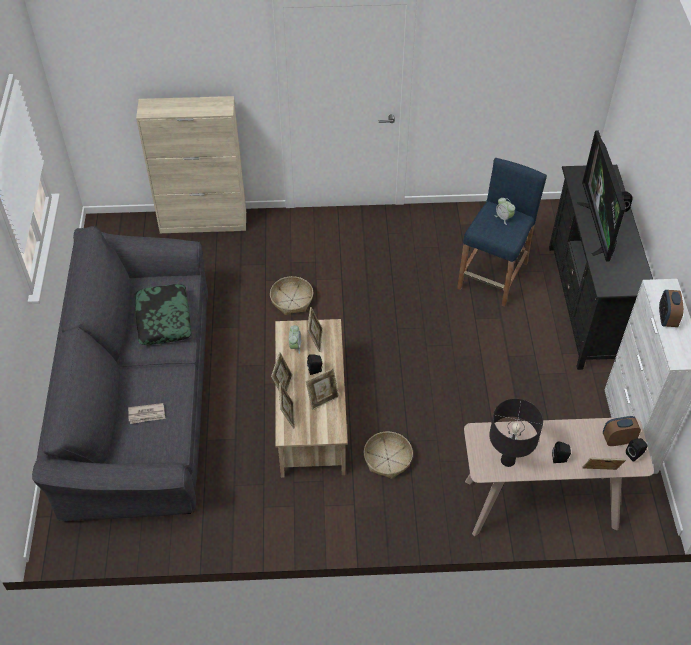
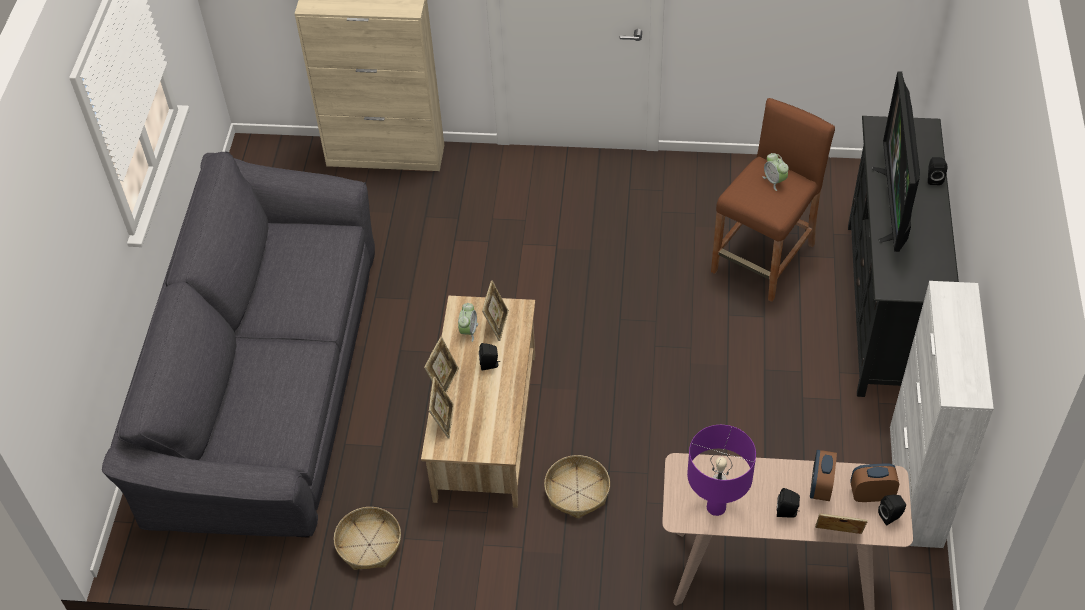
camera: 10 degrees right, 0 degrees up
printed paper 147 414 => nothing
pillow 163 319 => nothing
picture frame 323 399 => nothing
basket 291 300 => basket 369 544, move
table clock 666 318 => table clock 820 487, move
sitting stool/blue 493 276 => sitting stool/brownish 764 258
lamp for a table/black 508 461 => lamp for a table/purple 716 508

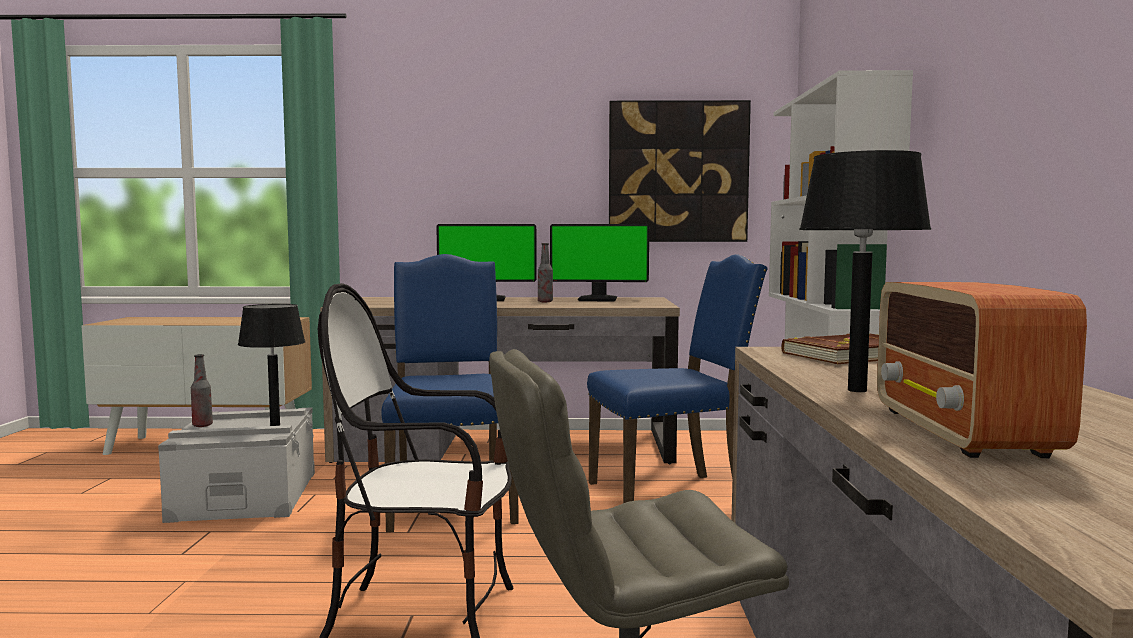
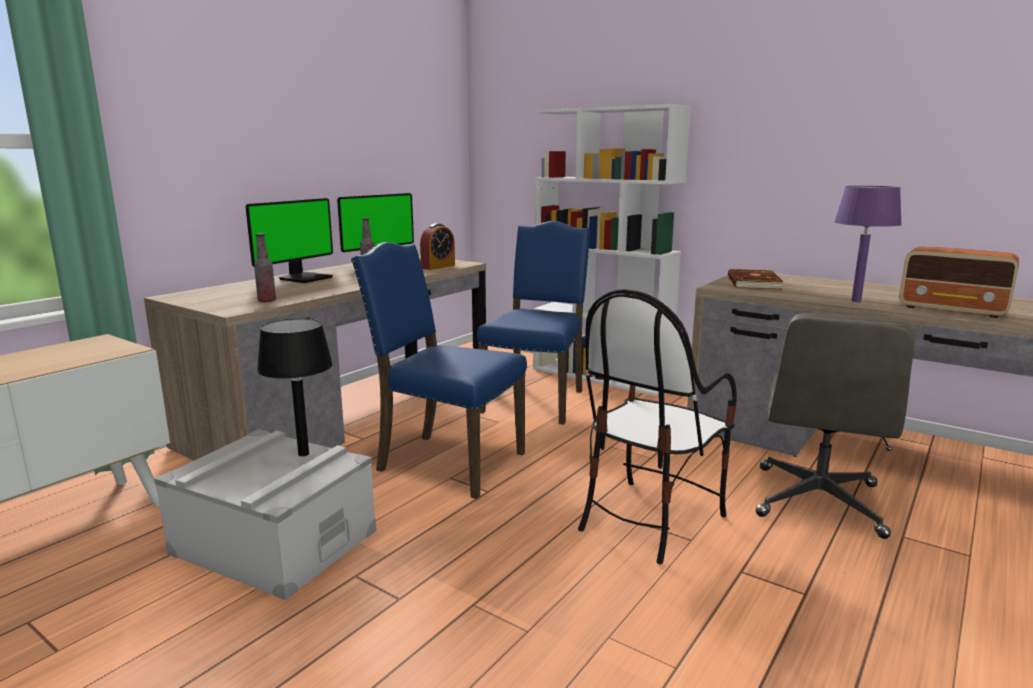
camera: 55 degrees left, 10 degrees up
picture 678 172 => nothing
nothing => table clock 438 266
drink bottle 202 425 => drink bottle 267 301, move
lamp for a table/black 857 390 => lamp for a table/purple 856 301

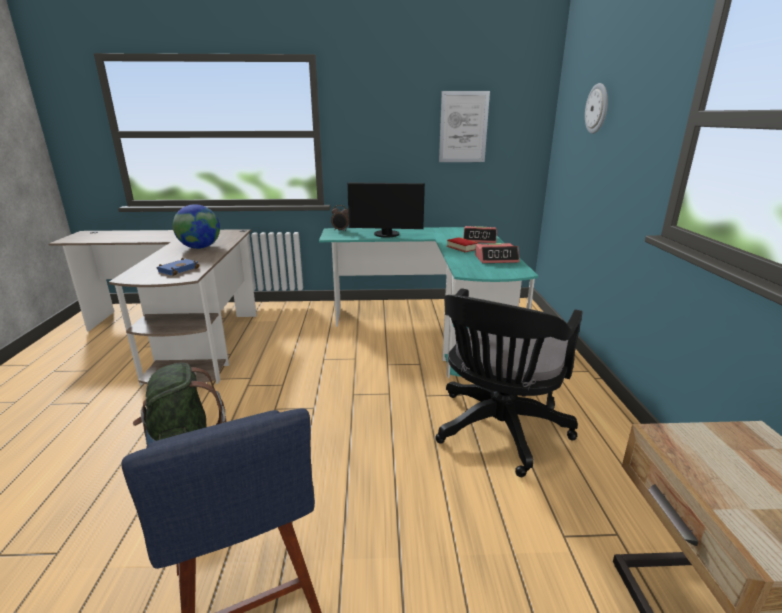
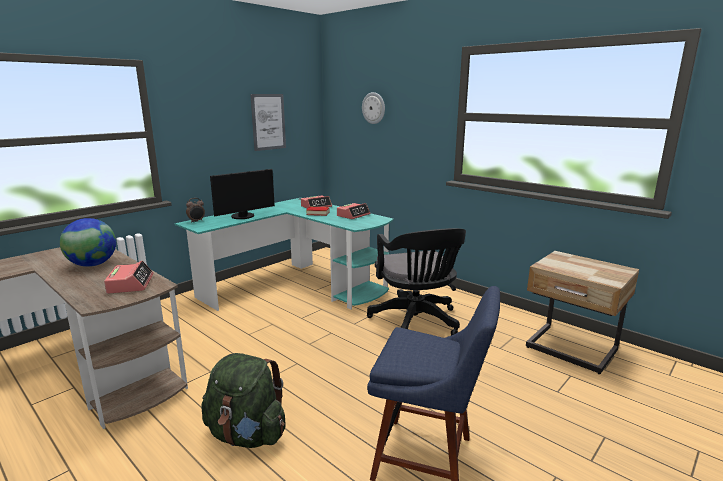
camera: 45 degrees left, 5 degrees down
book/blue 178 269 => table clock 131 284

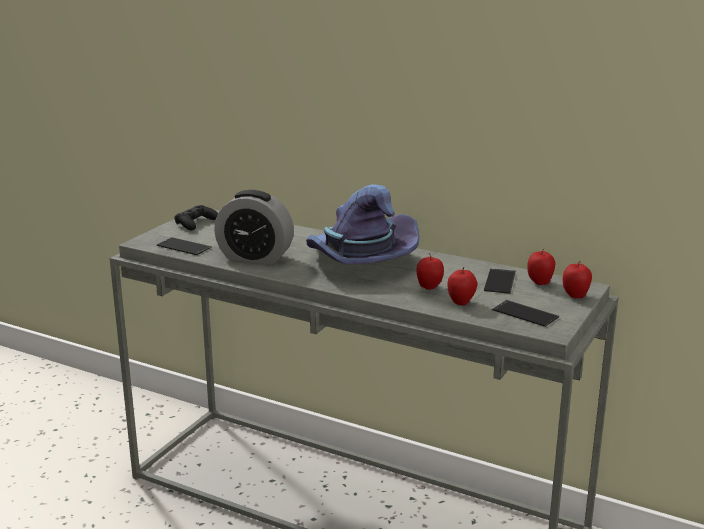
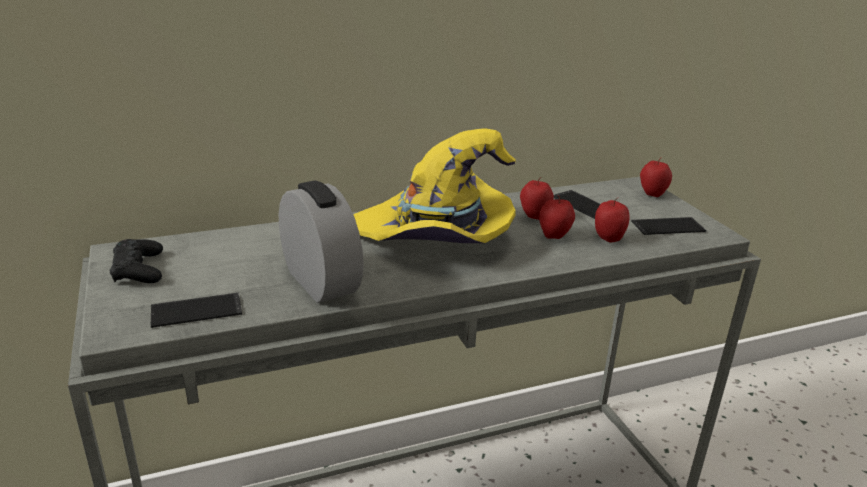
camera: 50 degrees left, 5 degrees up
apple 539 282 => apple 534 217, move
wearable hat/purple 358 261 => wearable hat/yellow-coloured 433 236
table clock 255 257 => table clock 321 282, 90 degrees counterclockwise

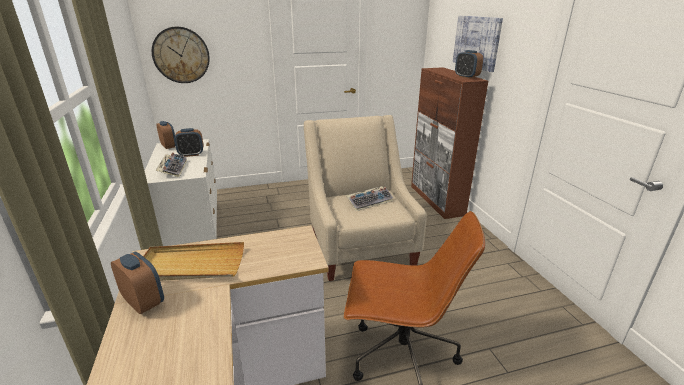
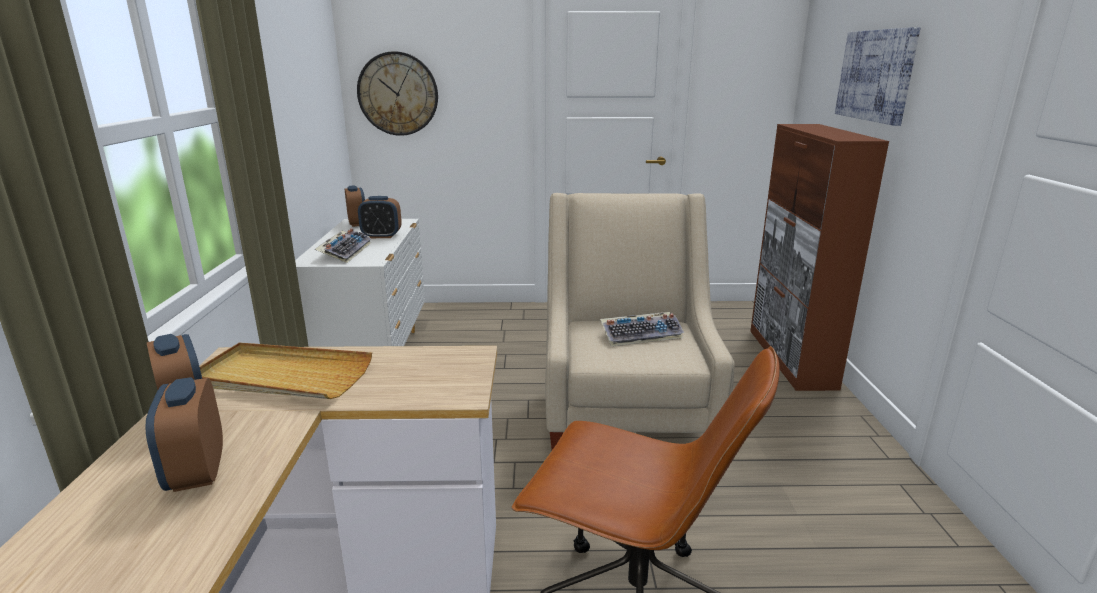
camera: 15 degrees right, 5 degrees down
table clock 466 77 => table clock 197 472, move

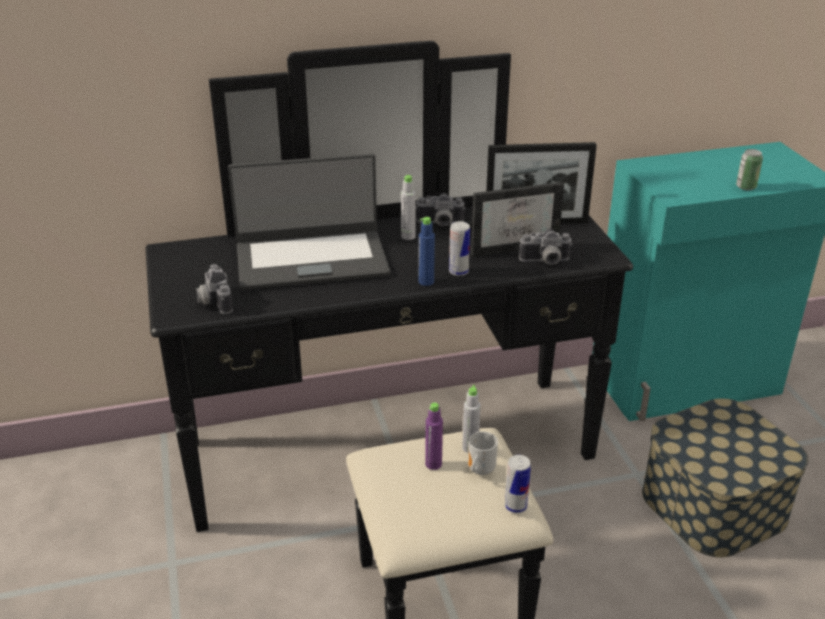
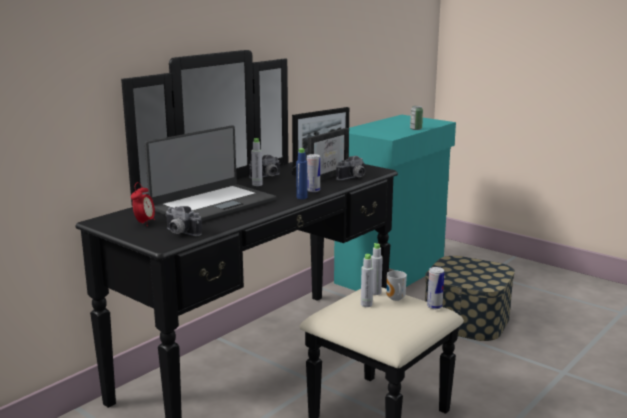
camera: 35 degrees left, 15 degrees down
nothing => table clock 144 223
drink bottle/purple 433 464 => drink bottle/greyish 366 304

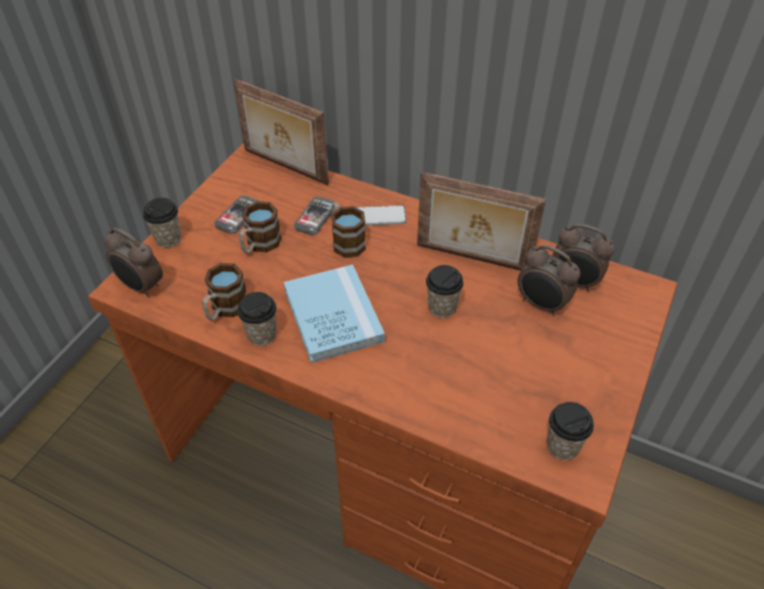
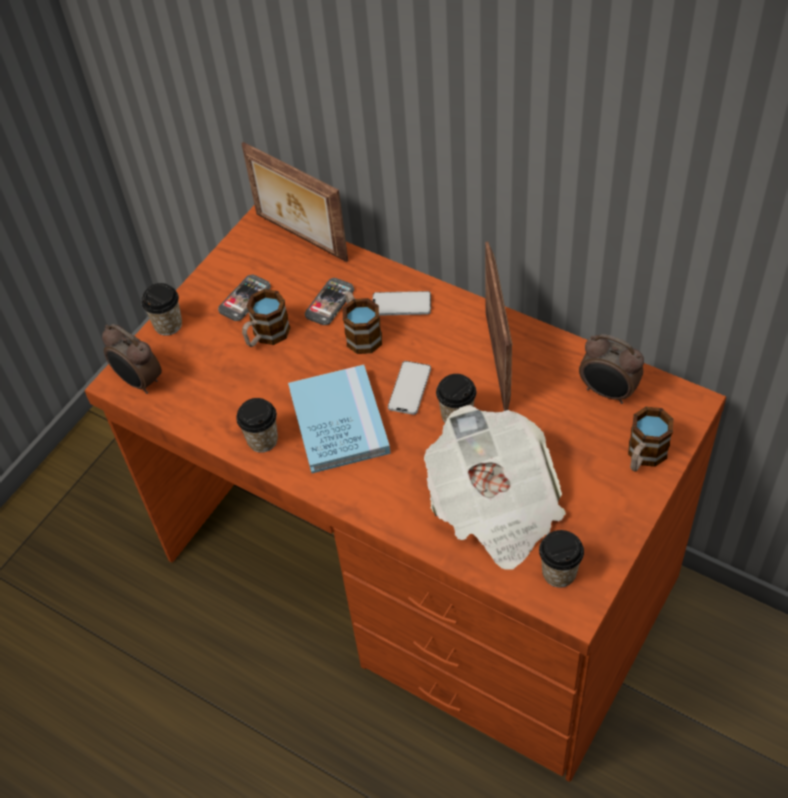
camera: 10 degrees right, 5 degrees up
table clock 541 305 => nothing
nothing => phone 409 388
nothing => printed paper 495 507
tea mug 225 309 => tea mug 643 456, move
picture frame 472 259 => picture frame 498 360, 120 degrees counterclockwise

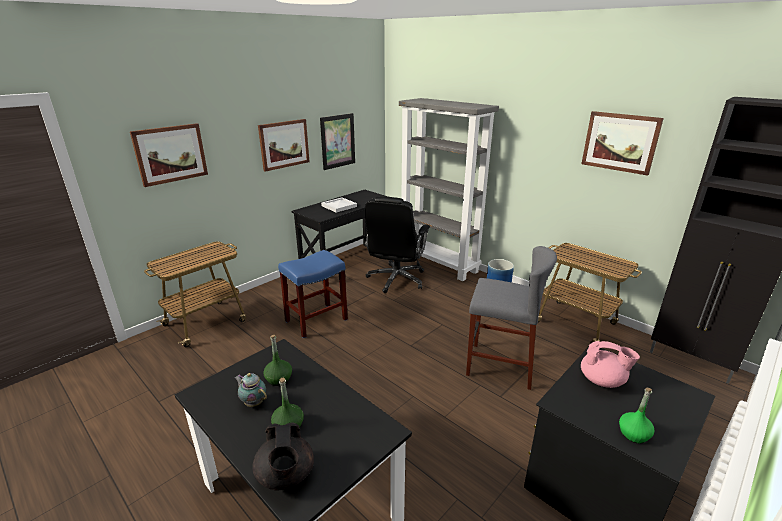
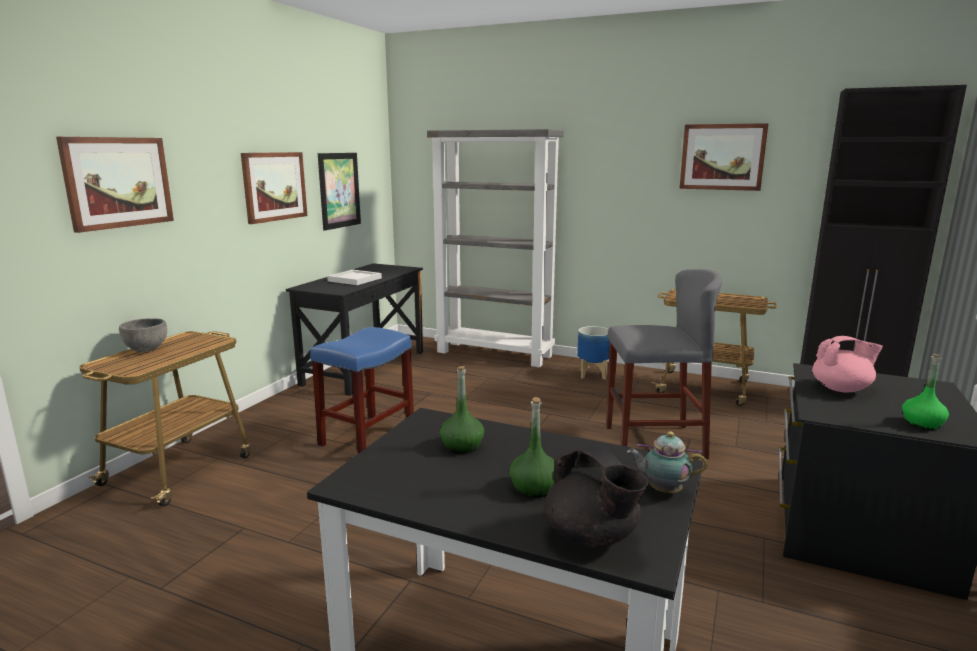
camera: 20 degrees left, 10 degrees down
computer chair/black 396 279 => nothing
nothing => bowl/greyish 146 349
pot for tea 253 402 => pot for tea 662 490, move

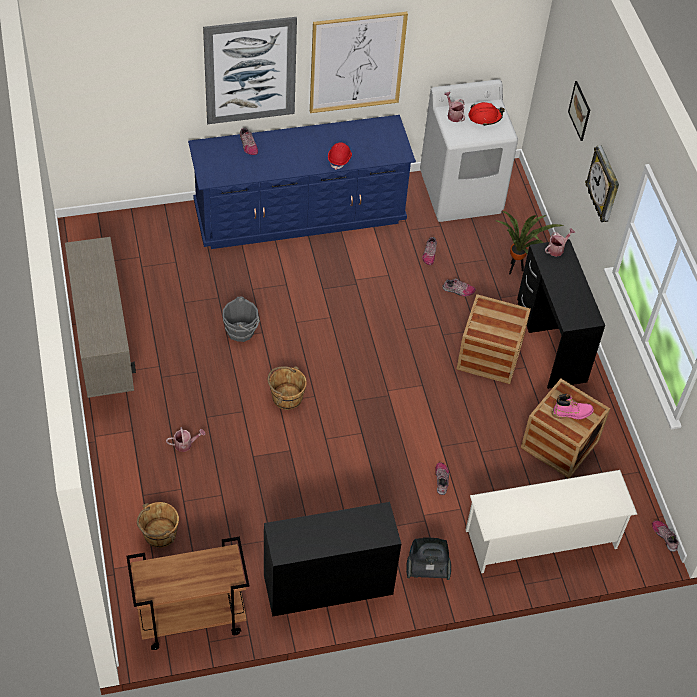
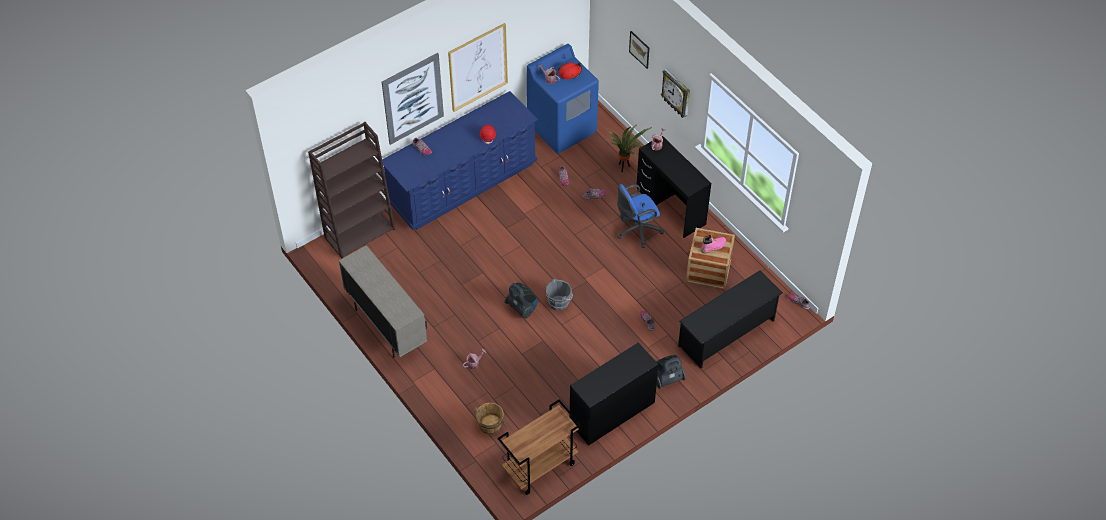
camera: 20 degrees left, 0 degrees up
nothing => bookshelf/brownish 360 232
water bucket/greyish 241 331 => water bucket/greyish 559 302, move
water bucket/brownish 286 397 => vacuum cleaner 522 308
packing crate 489 355 => computer chair/blue 636 231
laundry machine/white 461 193 => laundry machine/blue 562 128
shoe stand/white 542 539 => shoe stand/black 727 333

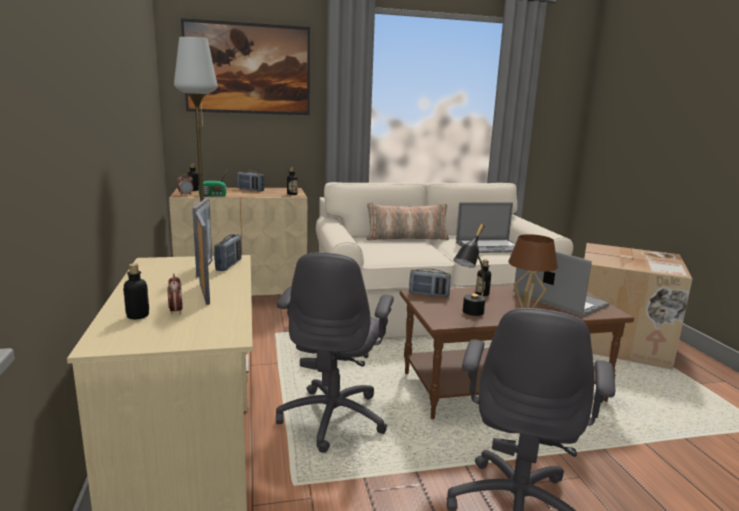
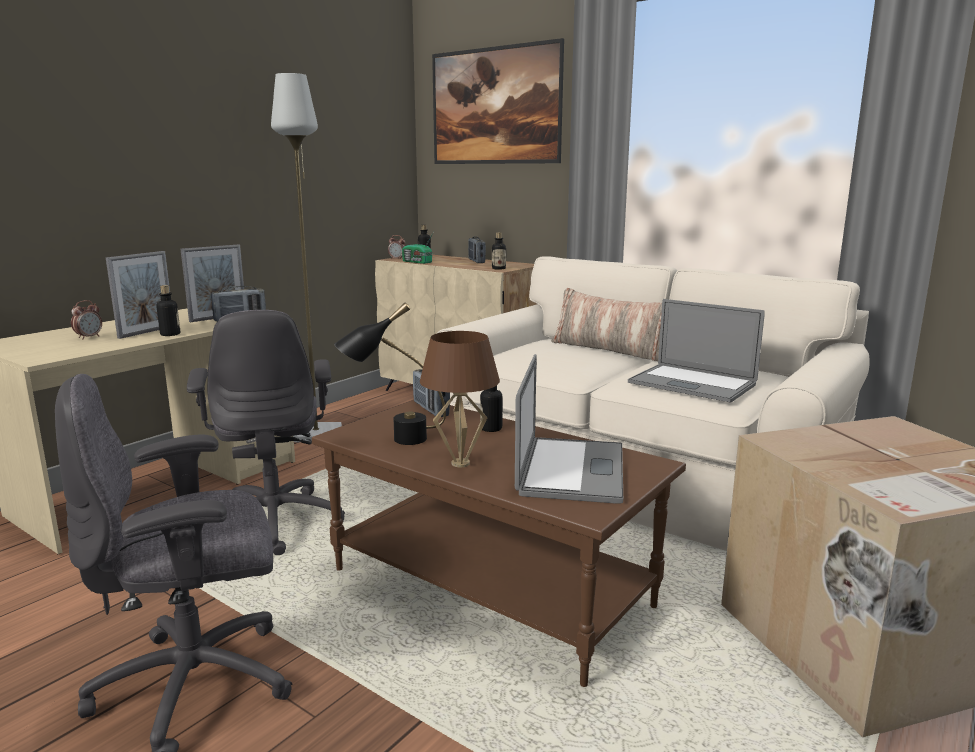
camera: 50 degrees right, 0 degrees up
drink bottle 138 316 => drink bottle 170 334, move
computer chair/greyish 334 417 => computer chair/greyish 275 521, 75 degrees counterclockwise

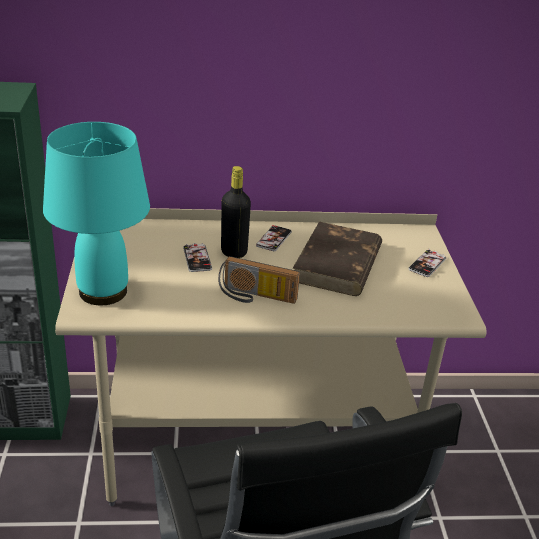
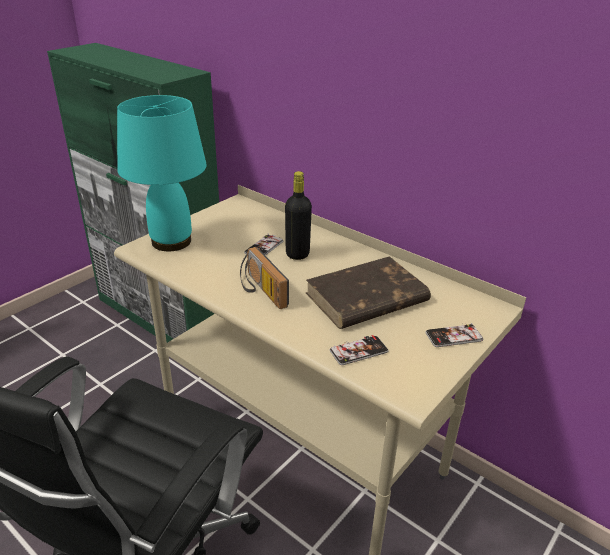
camera: 45 degrees right, 0 degrees up
phone 274 239 => phone 358 351, move

